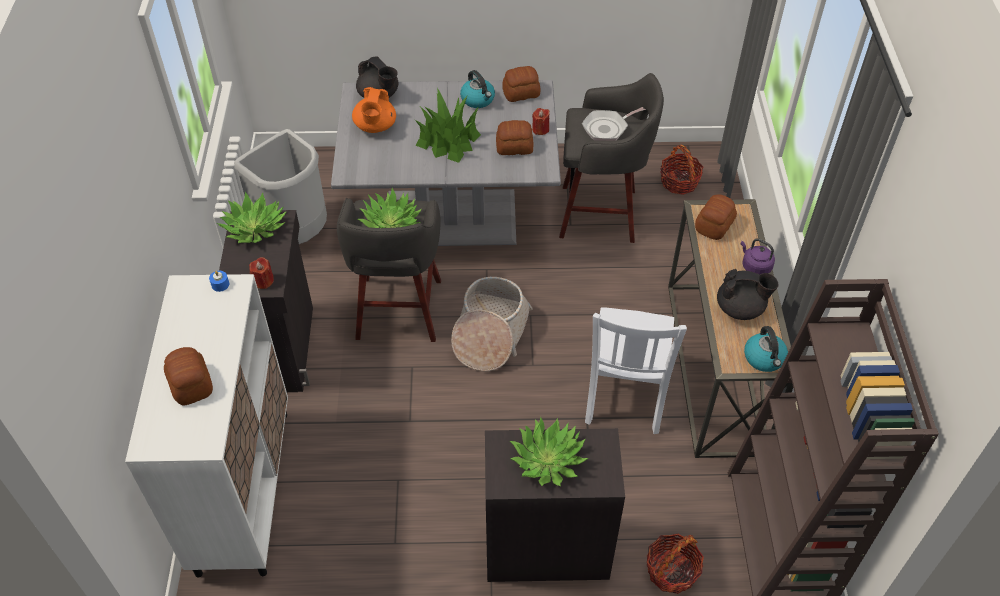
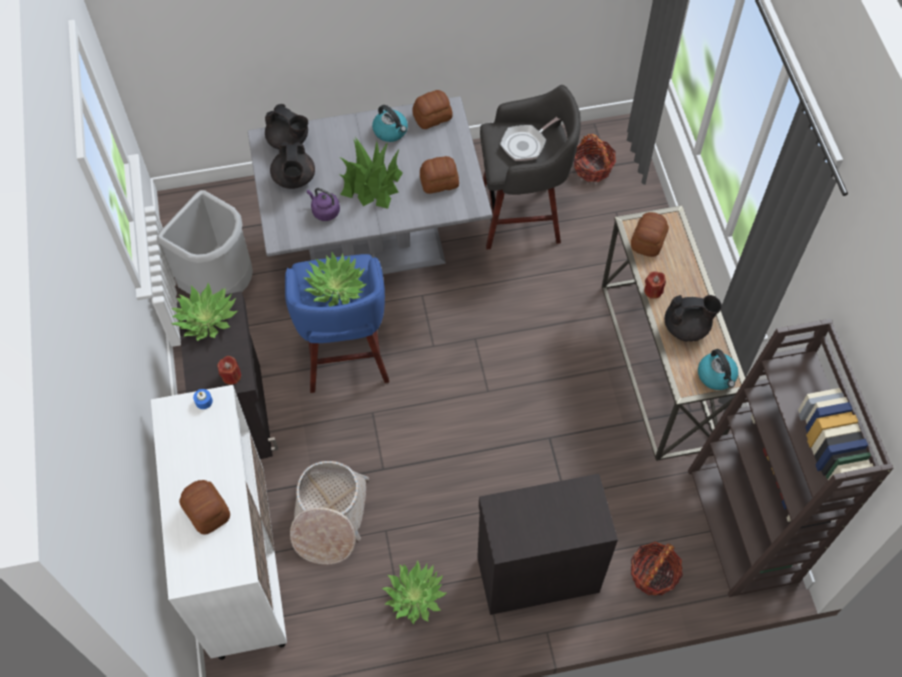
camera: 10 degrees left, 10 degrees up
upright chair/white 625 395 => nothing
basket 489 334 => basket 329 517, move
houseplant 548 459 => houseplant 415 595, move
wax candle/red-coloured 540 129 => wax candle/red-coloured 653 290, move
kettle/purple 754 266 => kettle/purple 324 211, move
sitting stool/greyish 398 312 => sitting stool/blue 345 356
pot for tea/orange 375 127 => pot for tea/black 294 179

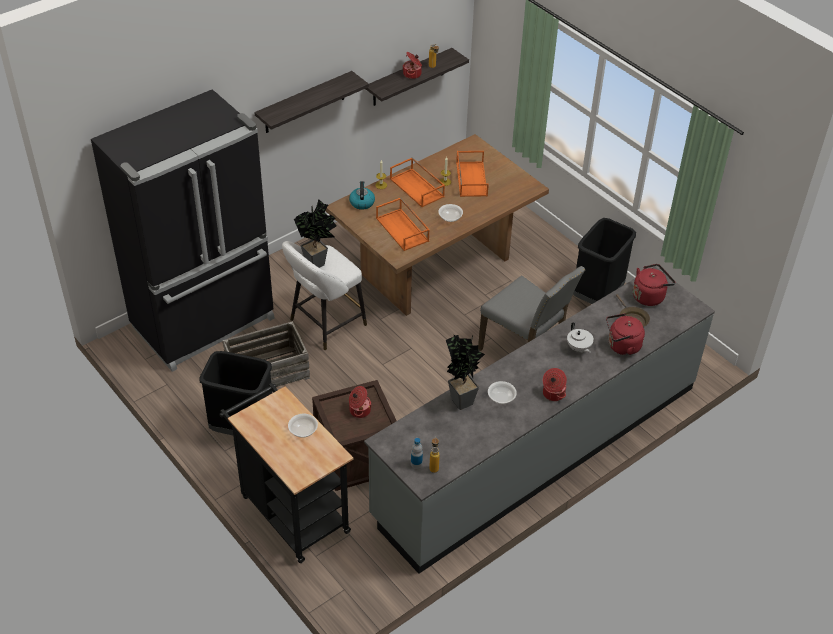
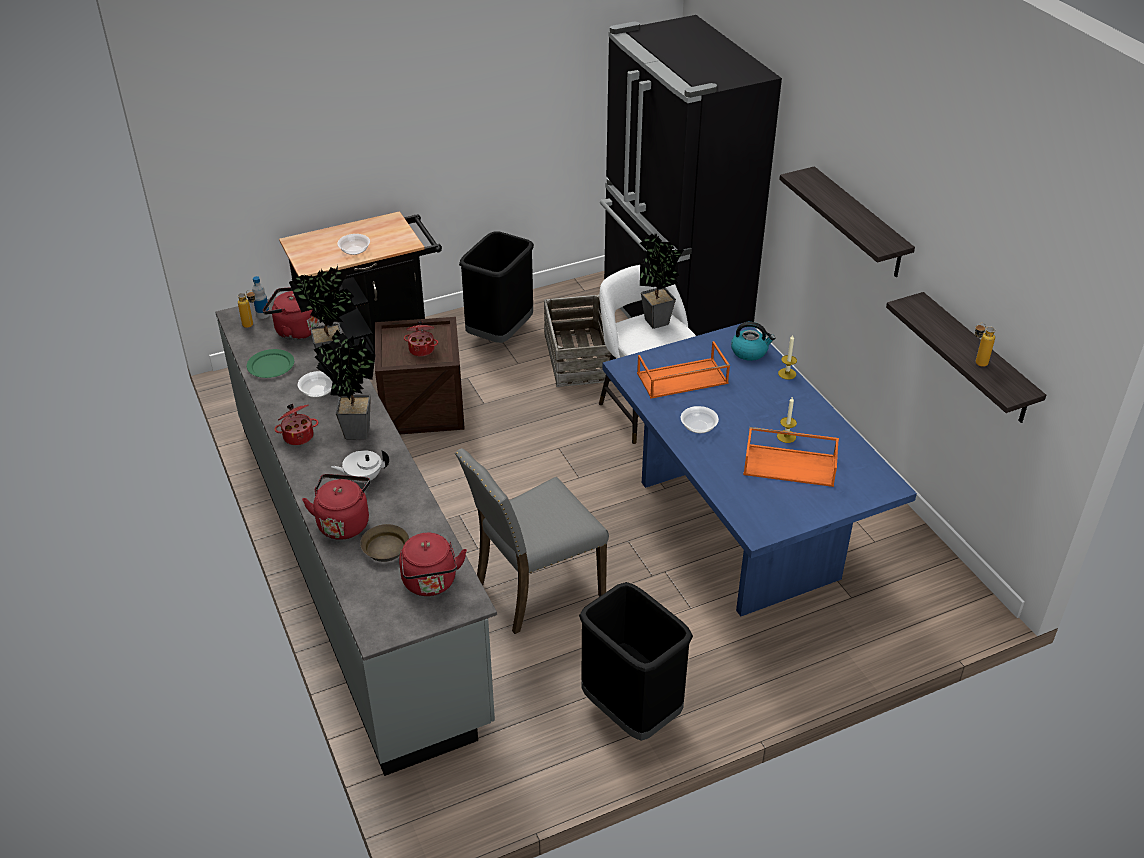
camera: 105 degrees right, 5 degrees down
serving tray/orange 417 188 => nothing
saucepot 412 74 => nothing
nothing => plate/green 271 365
nothing => kettle/red-coloured 294 331
nothing => houseplant 352 430
kitchen table/brownish 435 266 => kitchen table/blue 739 529

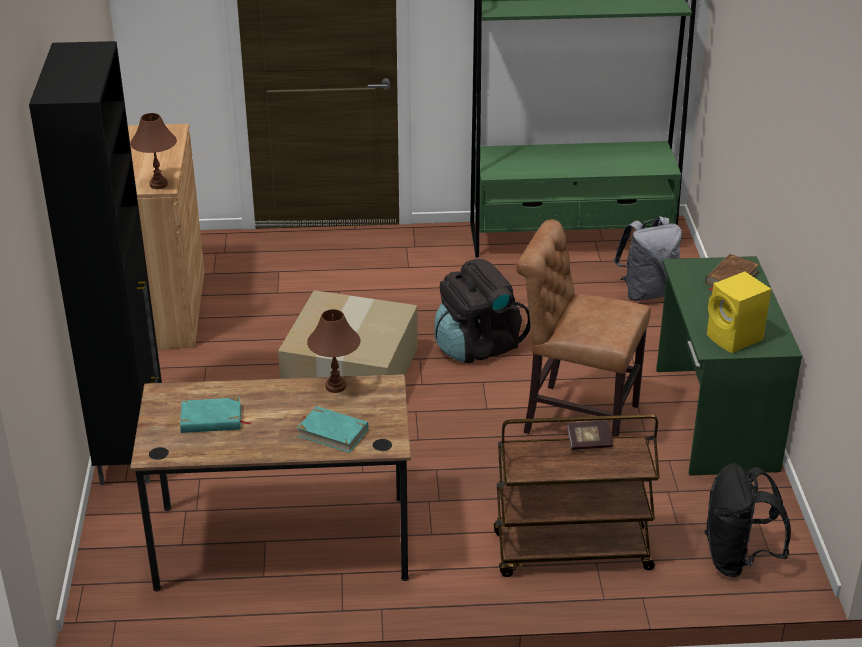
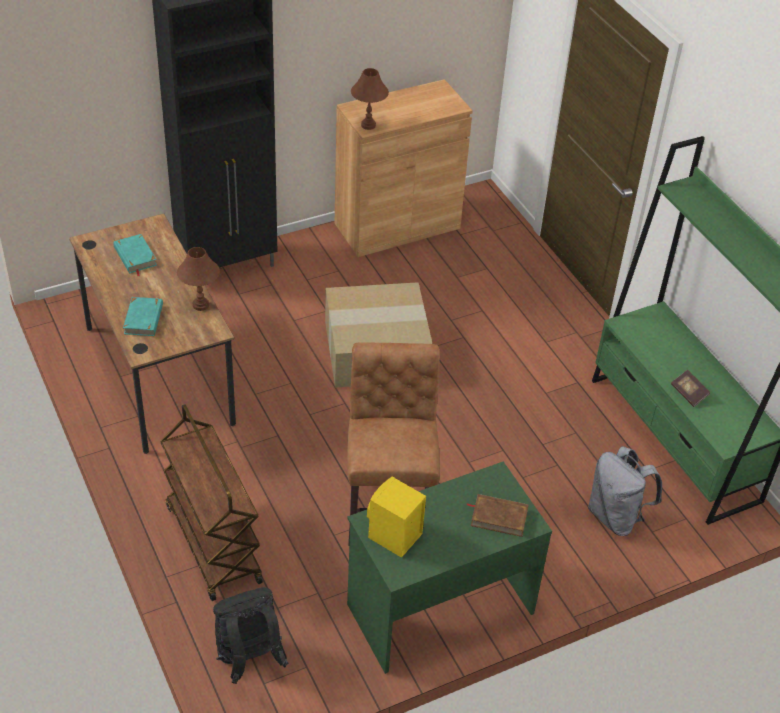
camera: 65 degrees right, 10 degrees up
backpack/black 477 346 => nothing
book 589 442 => book 688 393, move

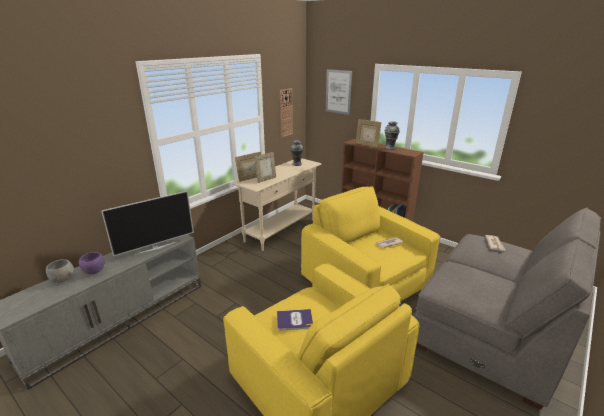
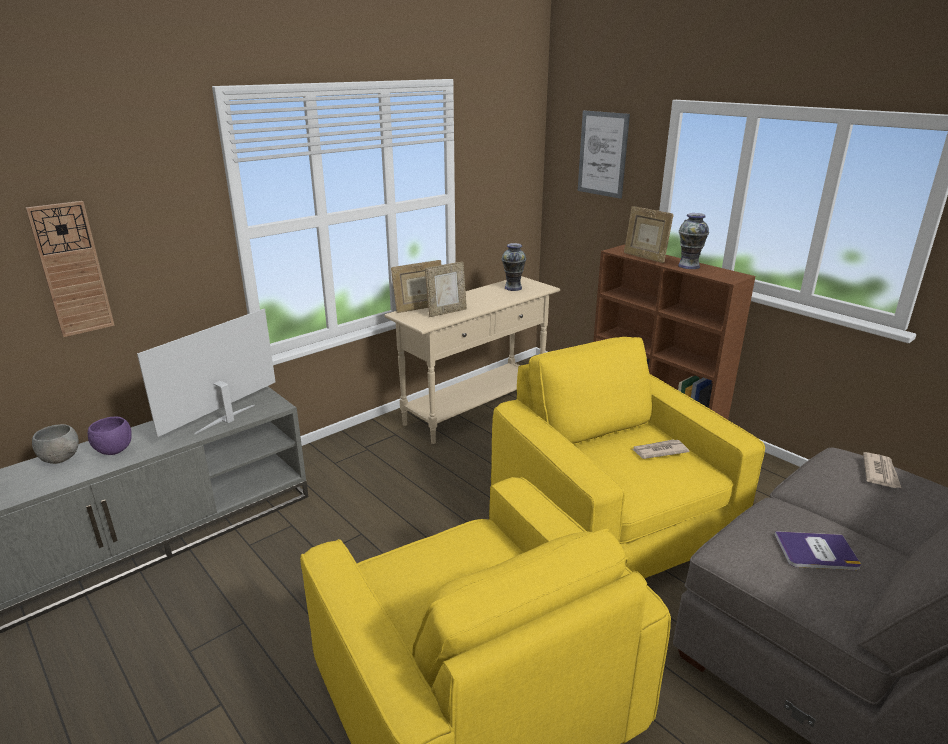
camera: 10 degrees right, 0 degrees up
book 294 320 => book 816 552, move
wall clock 285 113 => wall clock 72 269, move
TV set 155 248 => TV set 226 419, 150 degrees clockwise

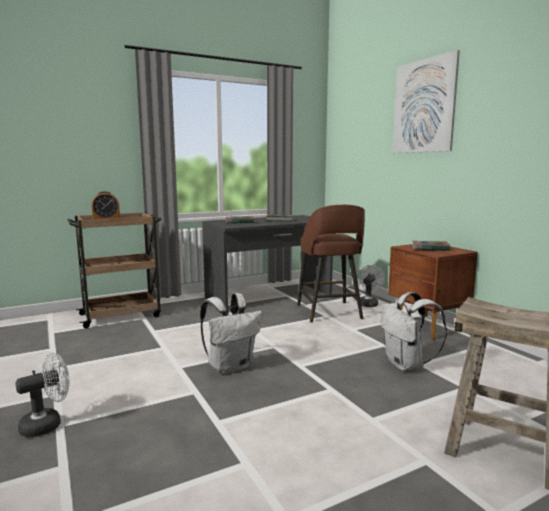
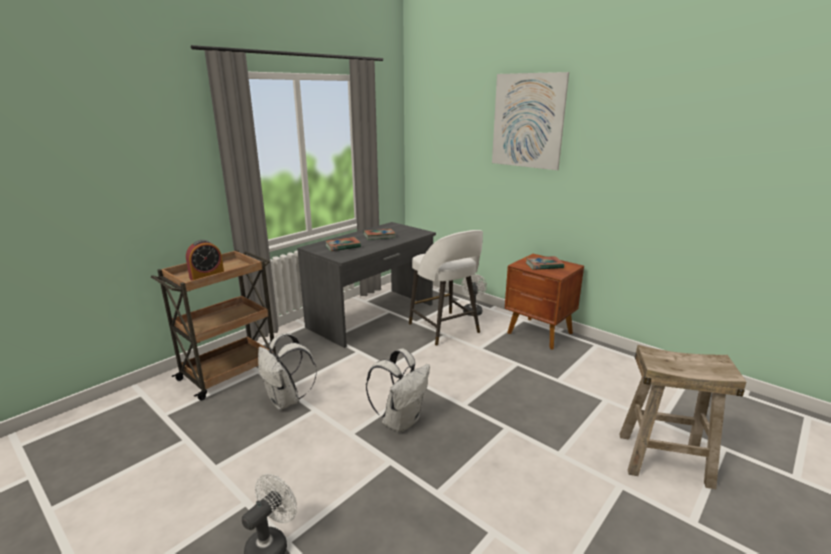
camera: 20 degrees left, 10 degrees up
backpack/white 406 365 => backpack/white 286 400, move
sitting stool/brownish 329 312 => sitting stool/white 445 329

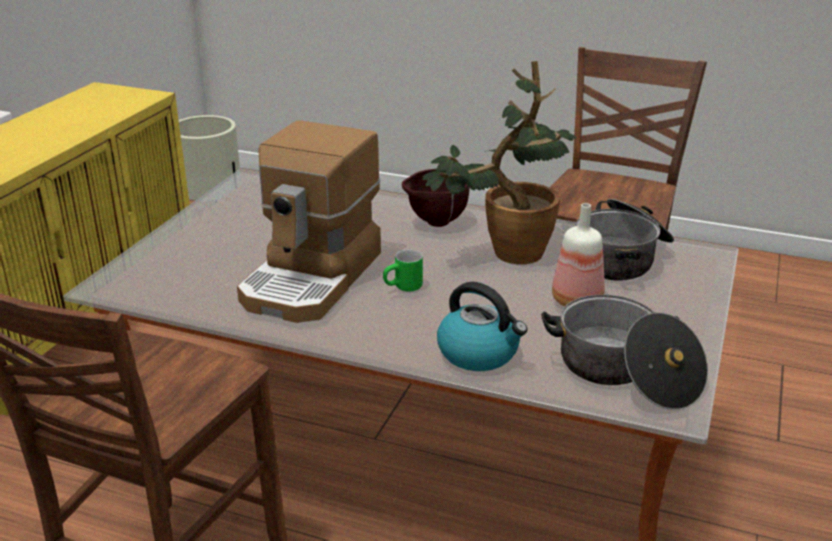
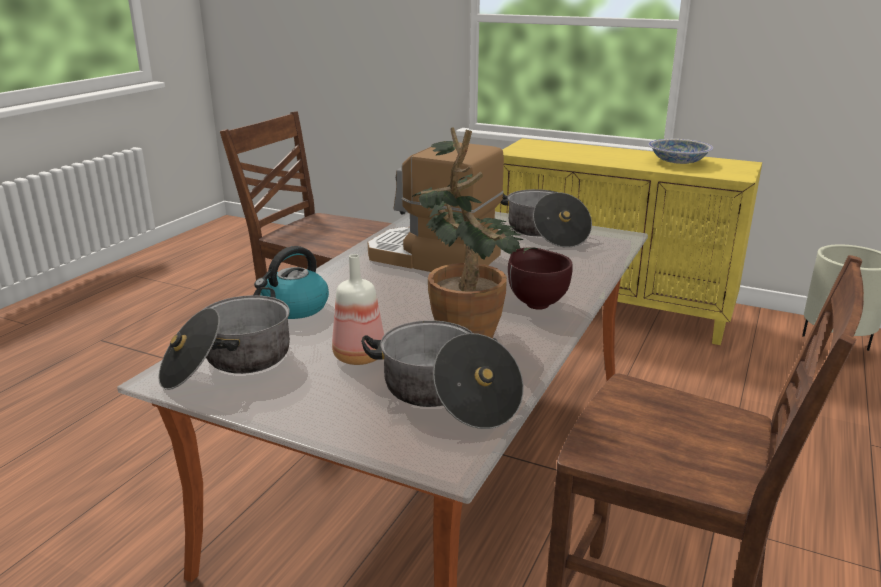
camera: 95 degrees right, 5 degrees down
tea mug/green 404 288 => nothing
nothing => saucepot 544 232
nothing => bowl 678 162

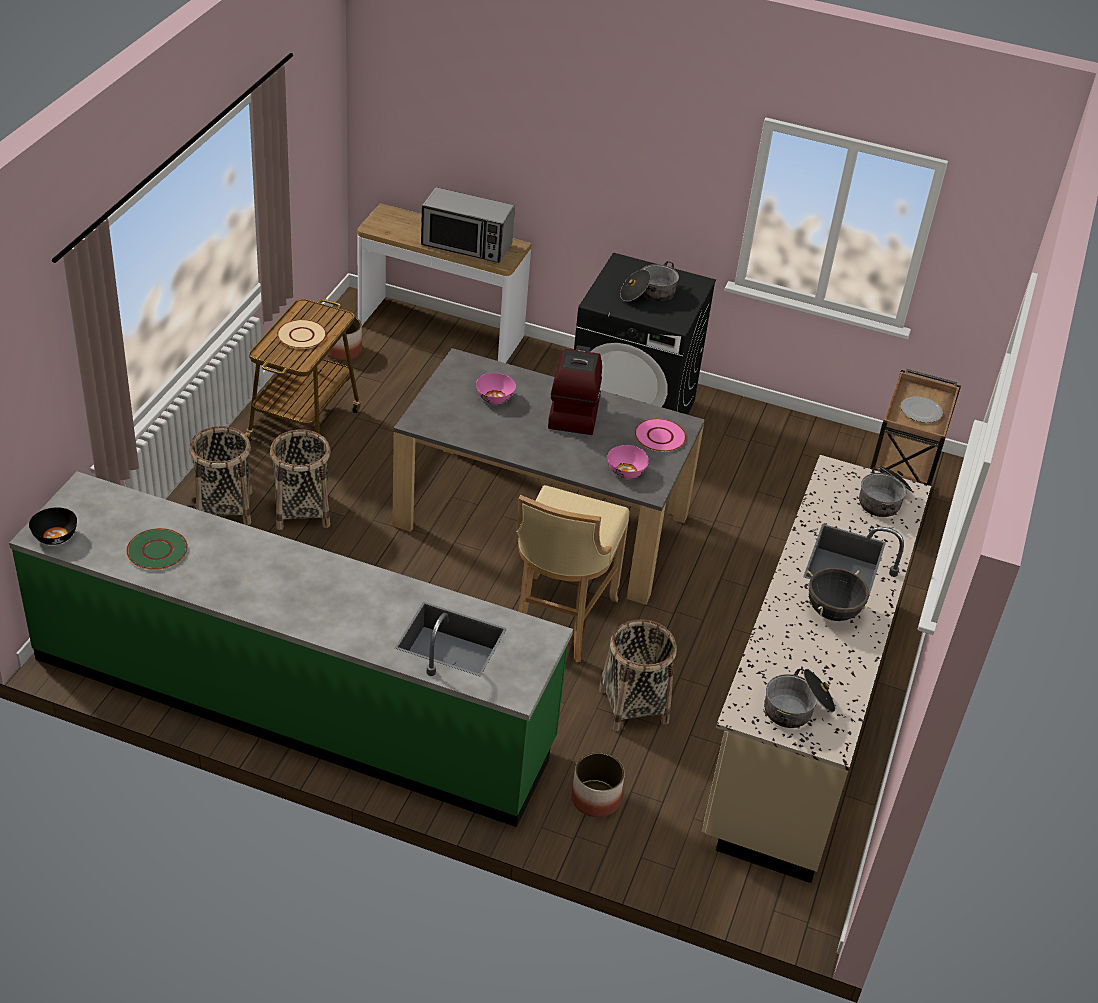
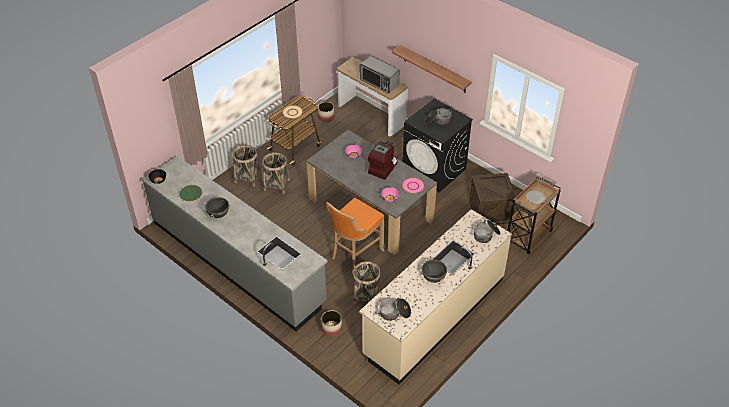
camera: 25 degrees right, 5 degrees up
nothing => saucepot/black 218 214
nothing => shelf 435 69
nothing => packing crate 490 212
kitchen counter/green 293 701 => kitchen counter/greyish 237 261
sitting stool/beige-coloured 559 622 => sitting stool/orange 355 254

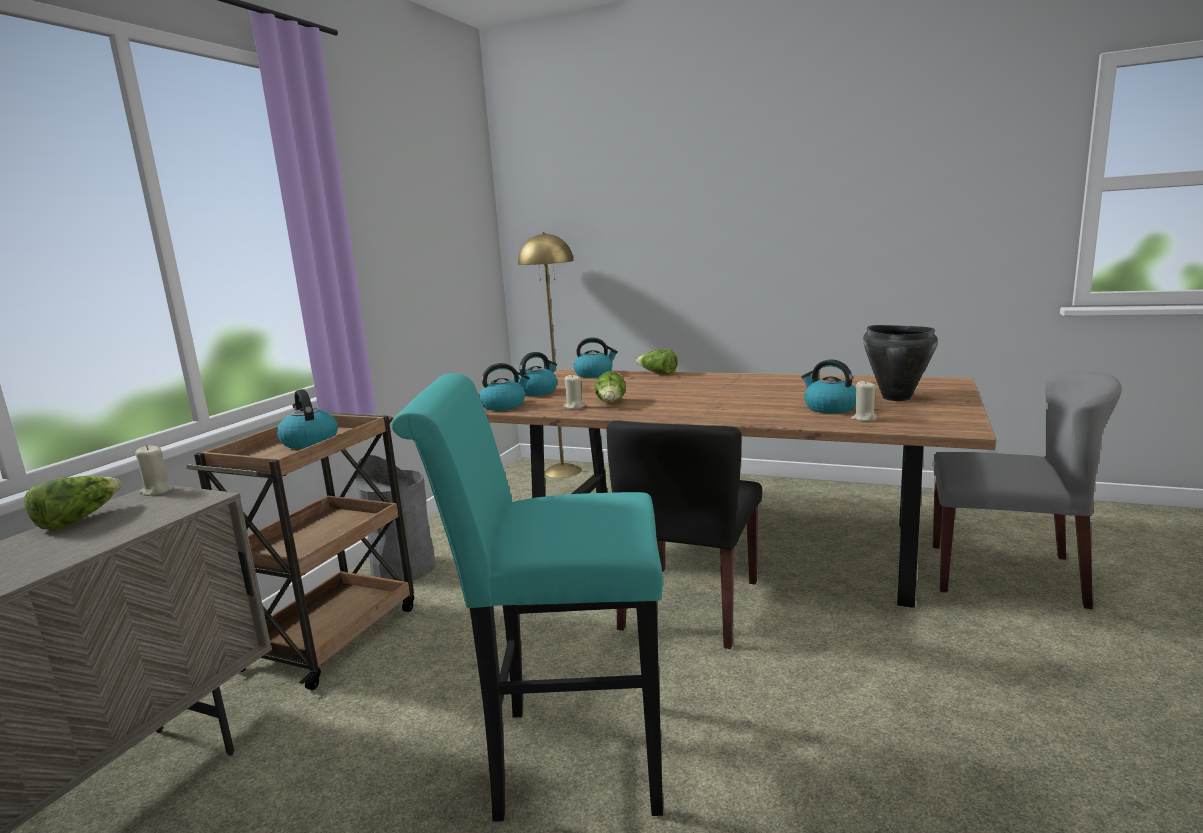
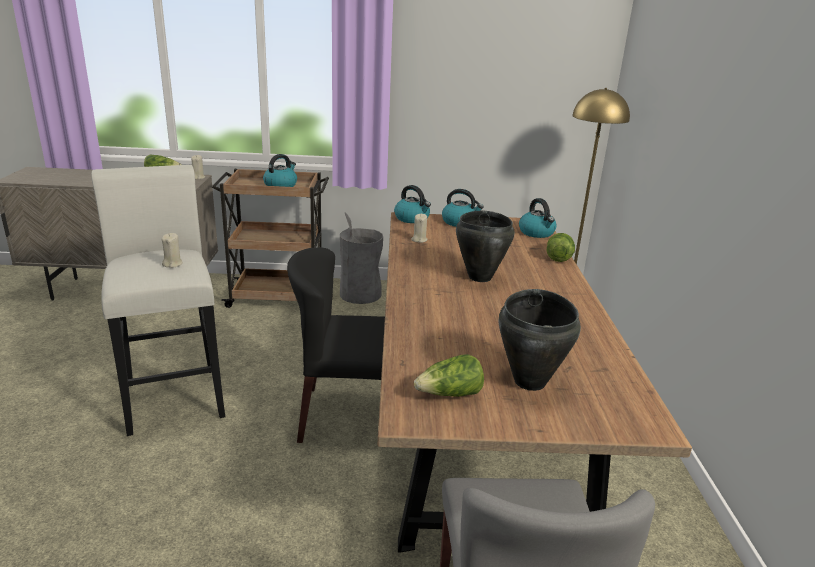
camera: 65 degrees right, 10 degrees up
kettle 829 408 => nothing
nothing => saucepot/black 479 277
lettuce head 611 403 => lettuce head 450 394, move
wax candle/beige-coloured 864 418 => wax candle/beige-coloured 172 264, move
sitting stool/turquoise 564 759 => sitting stool/white 173 395

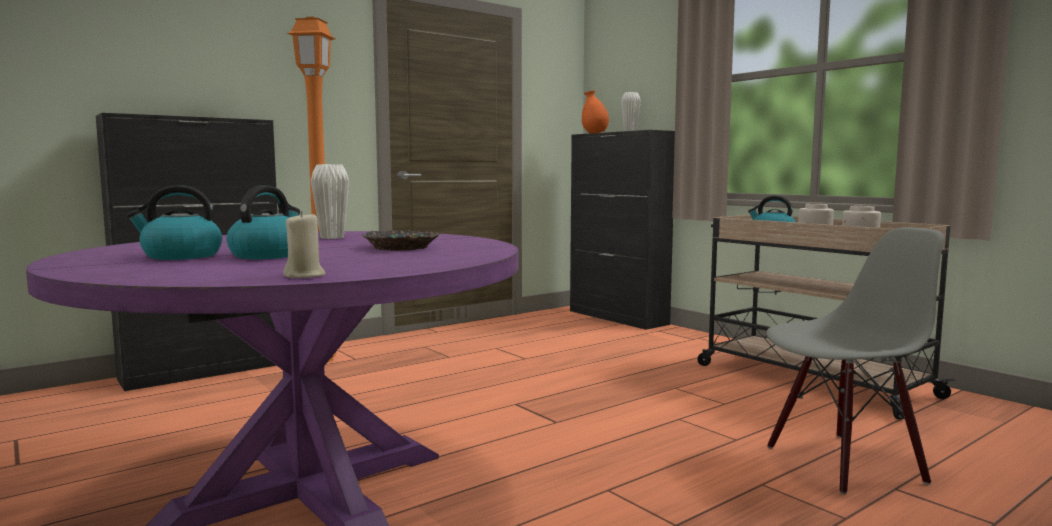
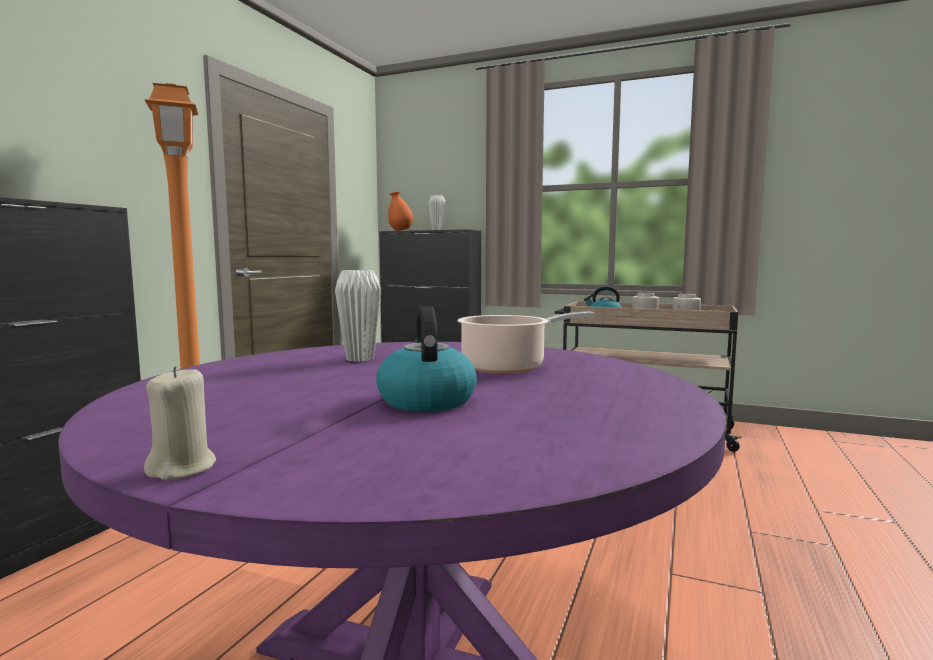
camera: 30 degrees left, 0 degrees up
kettle 180 256 => nothing
upright chair/greyish 843 463 => nothing
wax candle/beige-coloured 304 276 => wax candle/beige-coloured 182 469, move
bowl 403 247 => saucepot 508 367

